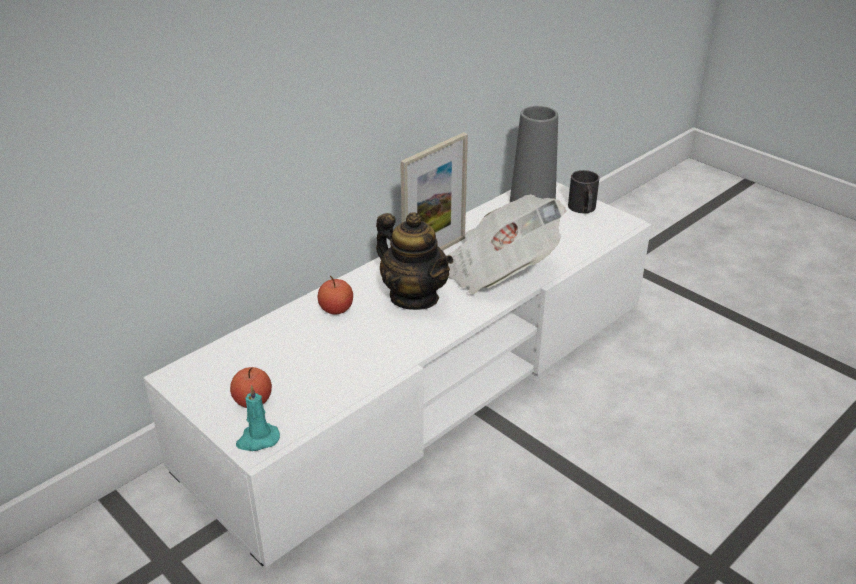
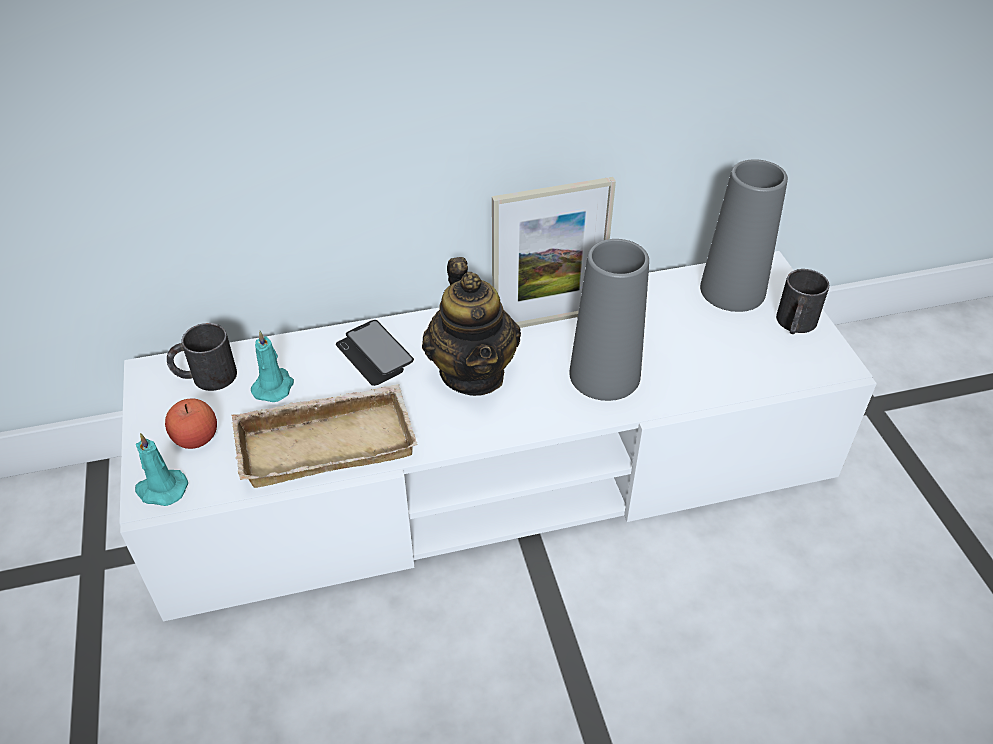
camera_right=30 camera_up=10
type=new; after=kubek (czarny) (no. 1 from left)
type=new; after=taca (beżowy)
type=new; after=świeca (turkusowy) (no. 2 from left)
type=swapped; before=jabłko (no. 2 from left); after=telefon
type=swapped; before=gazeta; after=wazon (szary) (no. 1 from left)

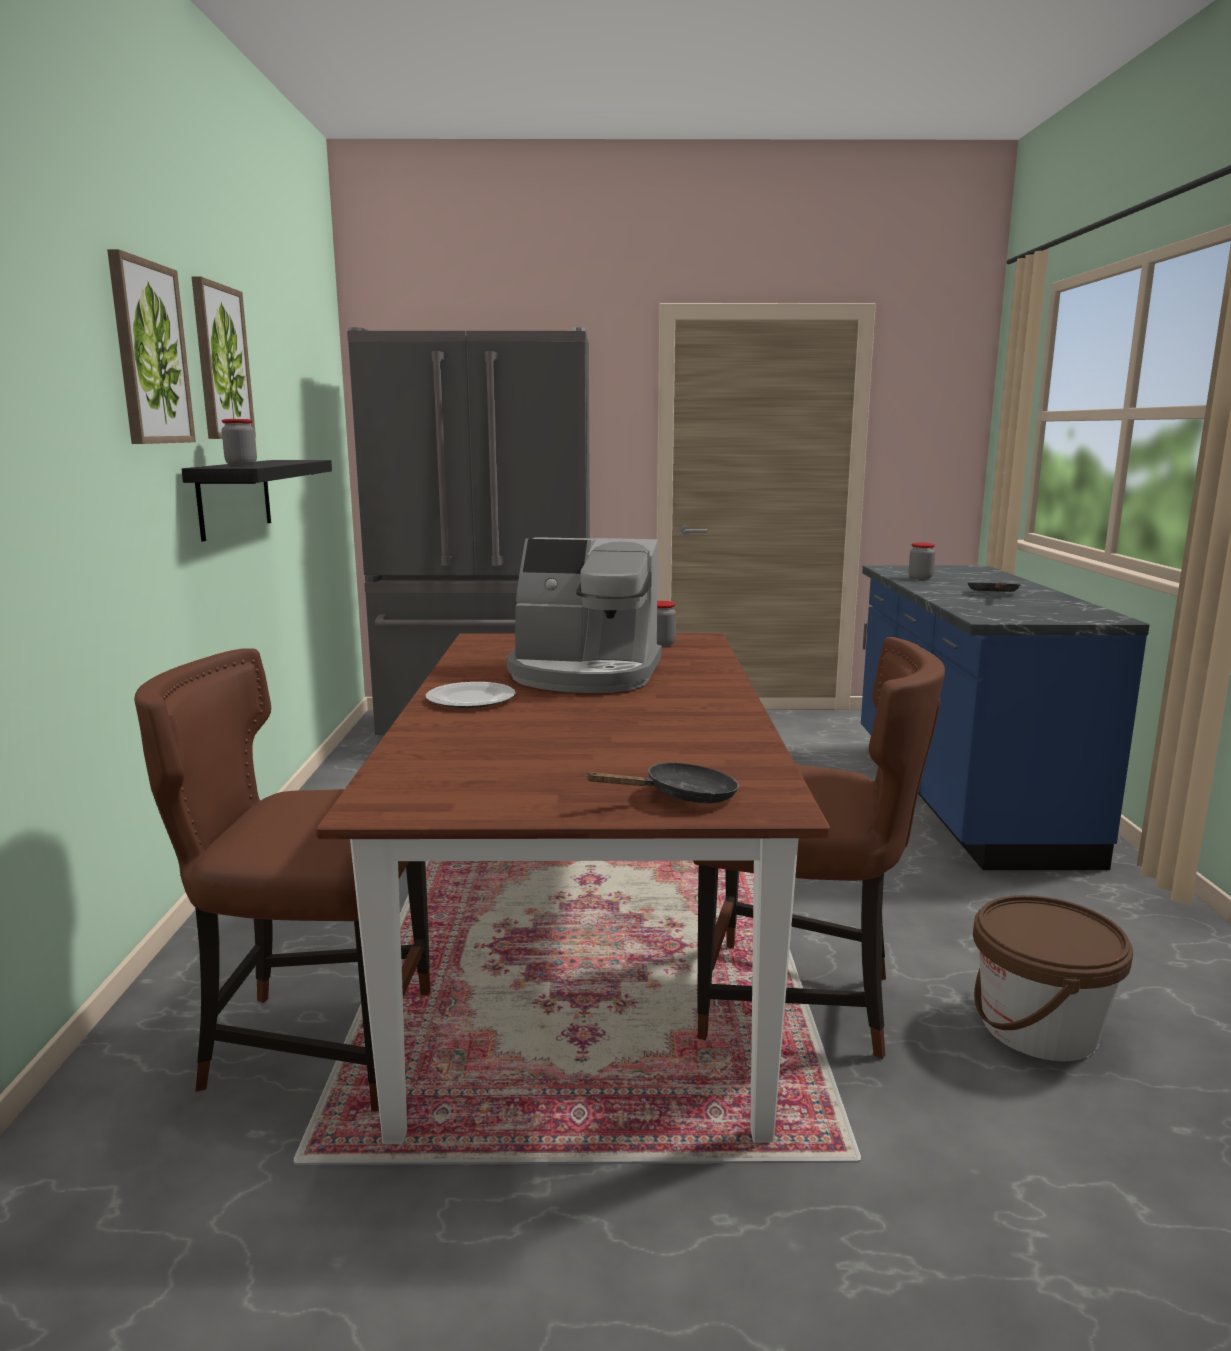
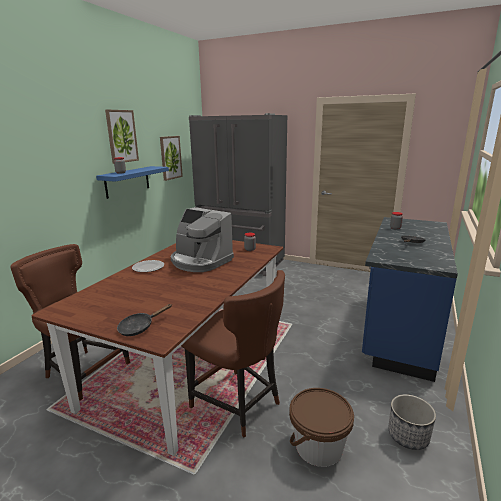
camera_right=25 camera_up=5
type=repainted; before=półka (czarny); after=półka (niebieski)
type=rotated; before=patelnia (czarny) (no. 1 from left); turn=135
type=shifted; before=obraz (no. 1 from left in the first image); after=obraz (no. 2 from left)
type=new; after=donica

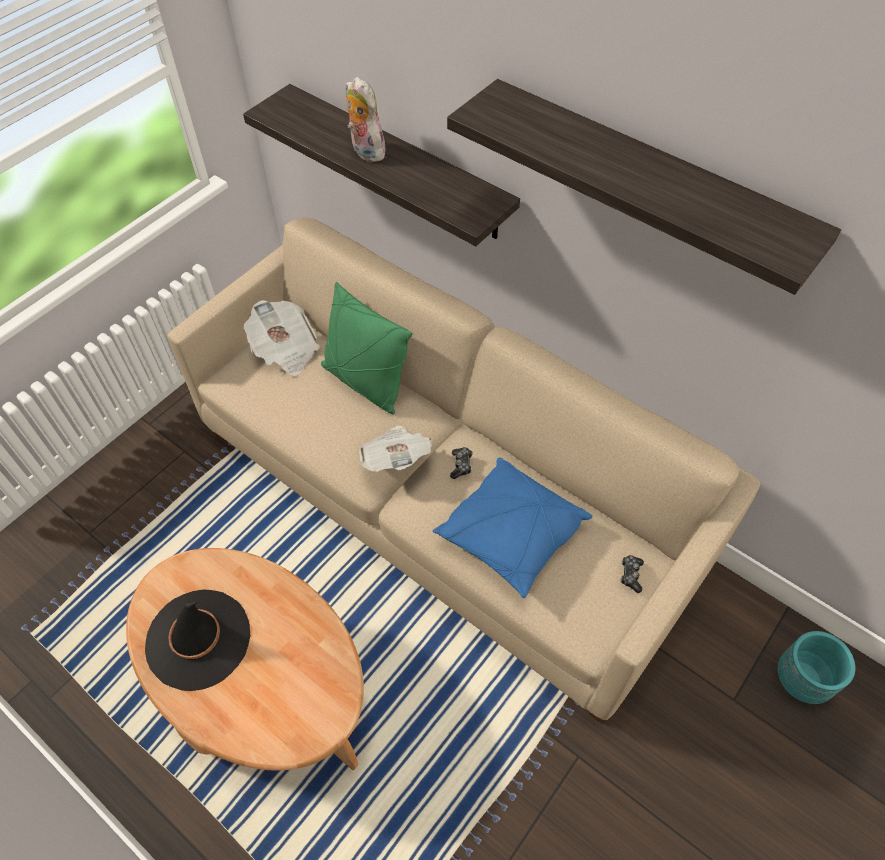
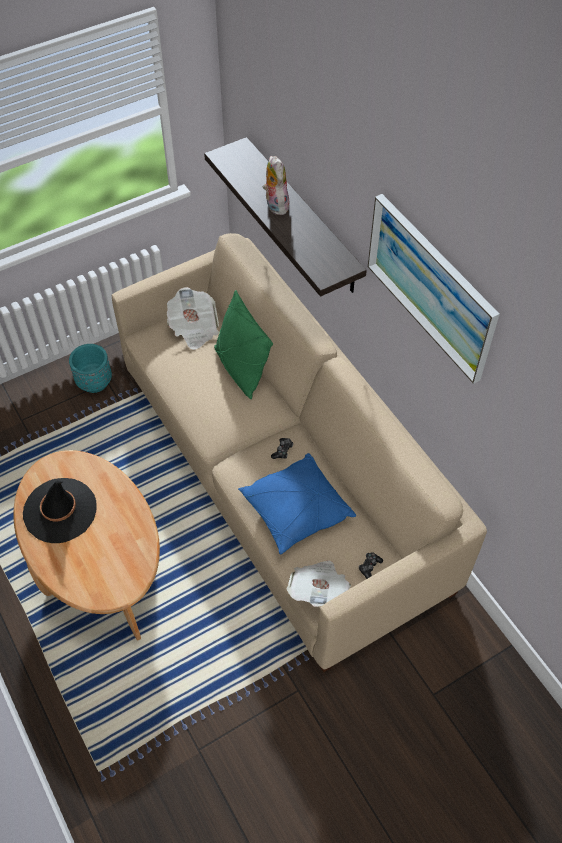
camera_right=20 camera_up=0
type=shifted; before=donica (turkusowy)
type=shifted; before=gazeta (no. 2 from left)
type=swapped; before=półka (no. 2 from left); after=obraz

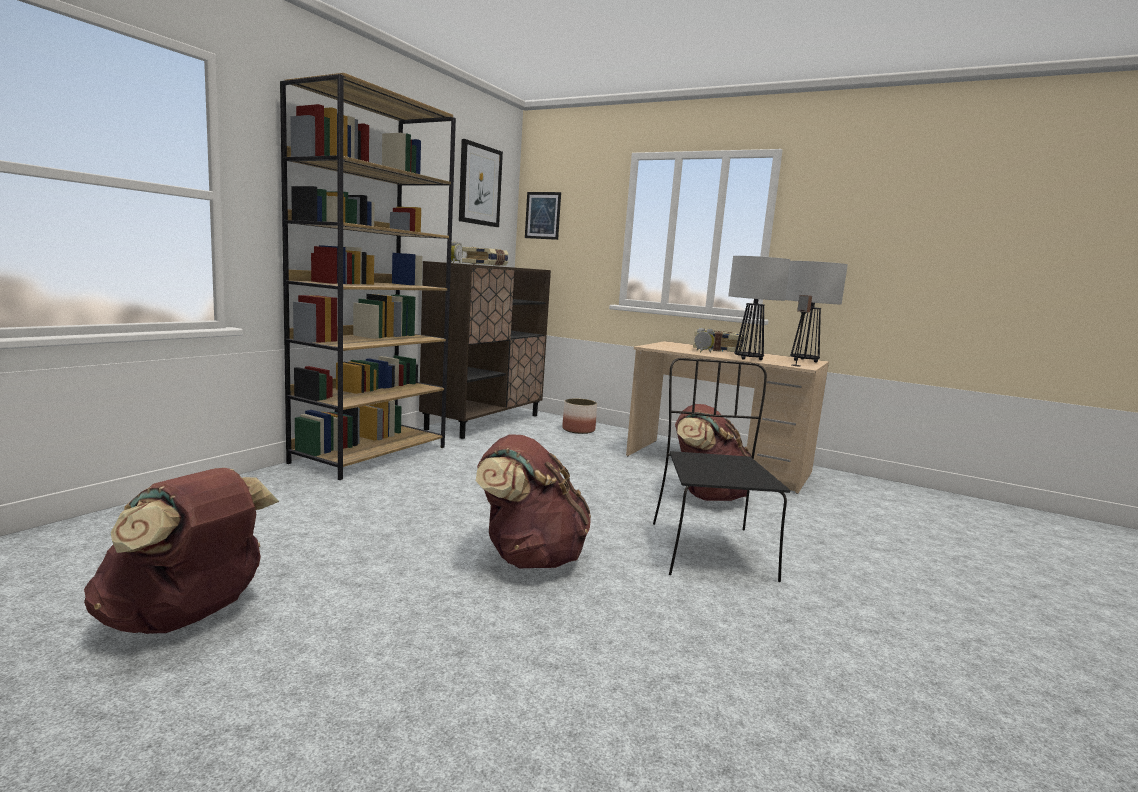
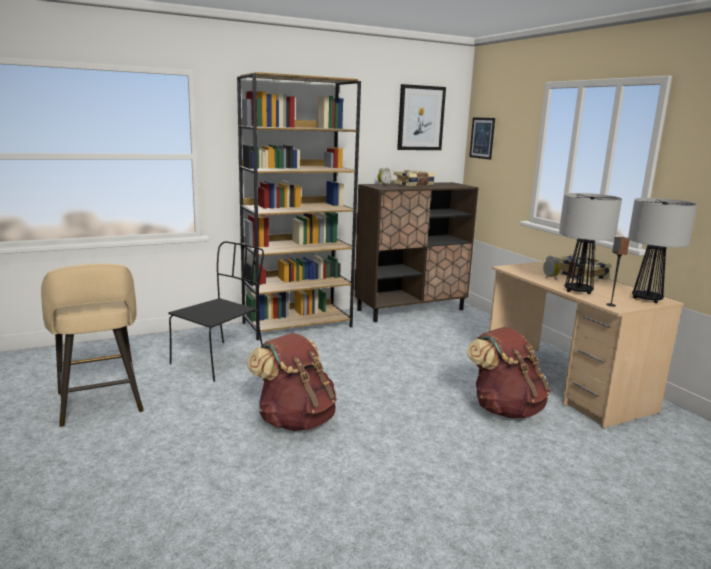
camera_right=35 camera_up=5
type=swapped; before=plecak (brązowy) (no. 1 from left); after=stołek (beżowy)
type=shifted; before=krzesło (czarny)
type=gone; before=donica

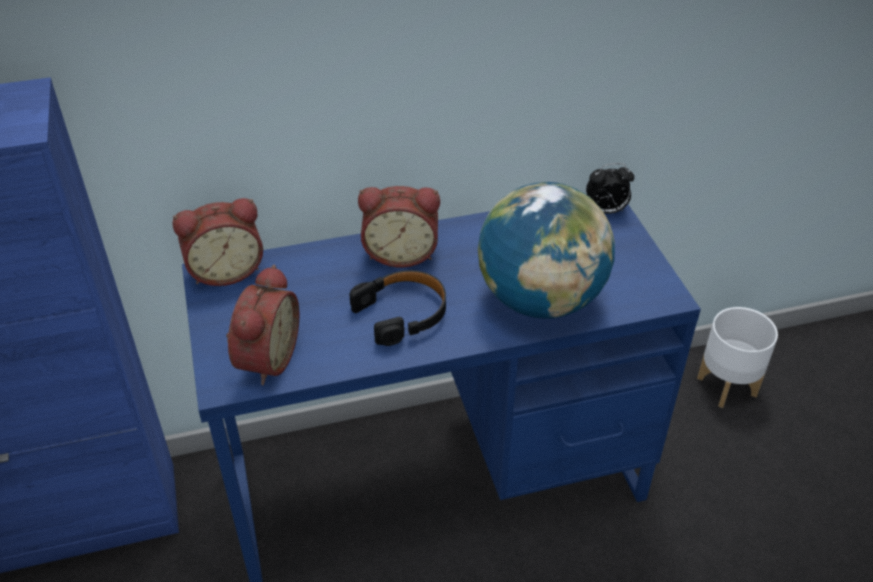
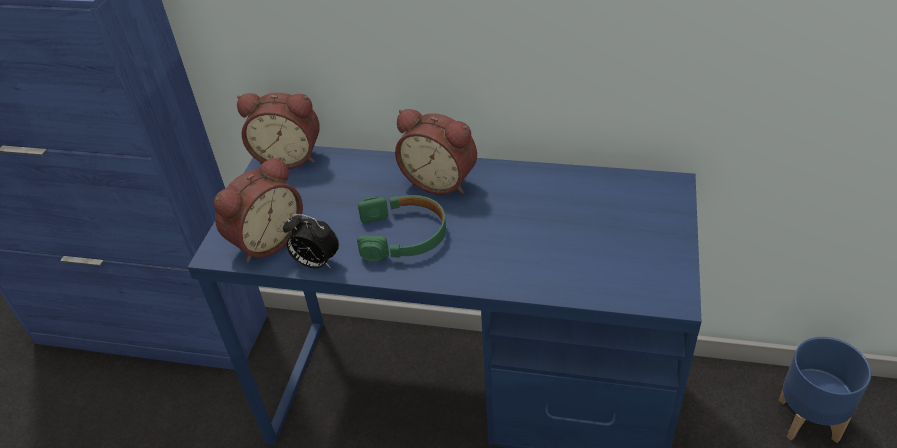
camera_right=30 camera_up=0
type=shifted; before=budzik (no. 4 from left in the first image); after=budzik (no. 3 from left)
type=repainted; before=słuchawki (czarny); after=słuchawki (zielony)
type=repainted; before=donica (biały); after=donica (niebieski)
type=gone; before=globus

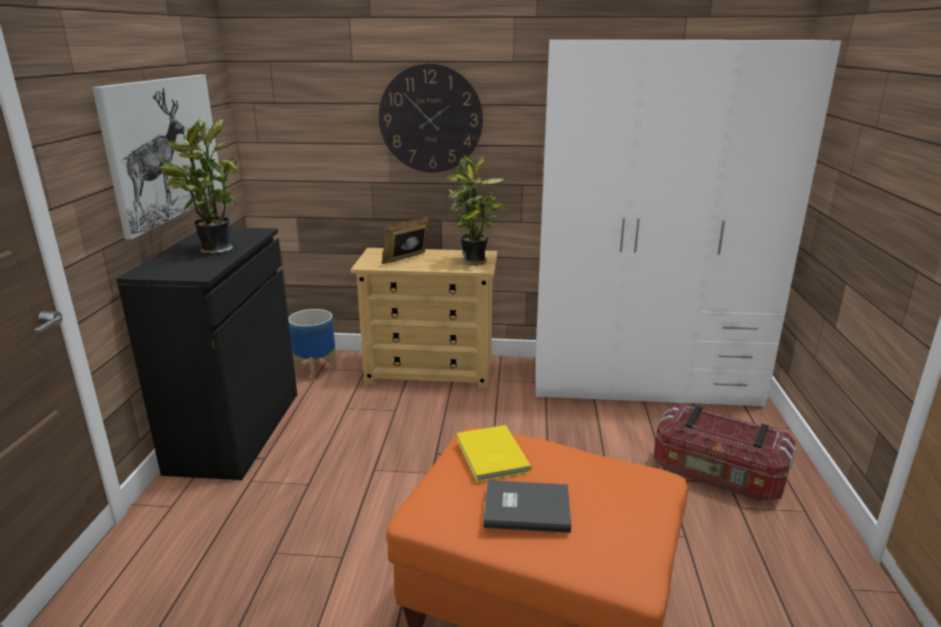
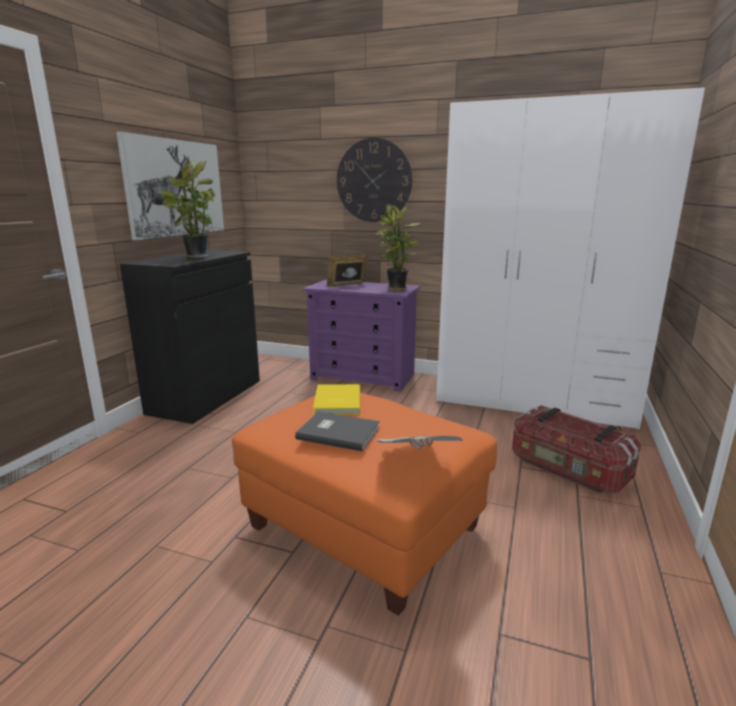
camera_right=15 camera_up=-5
type=repainted; before=komoda (beżowy); after=komoda (fioletowy)
type=new; after=gazeta
type=gone; before=donica

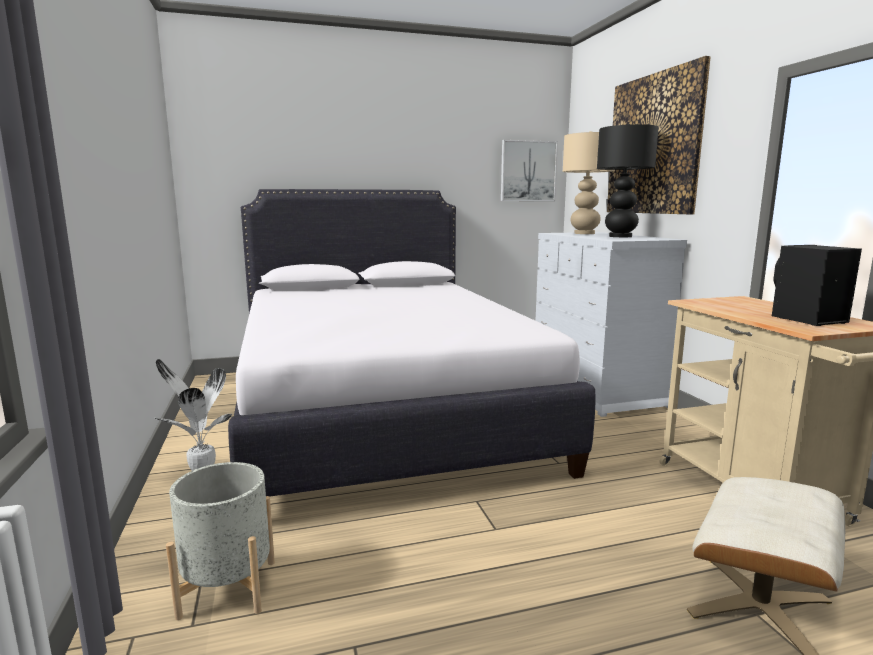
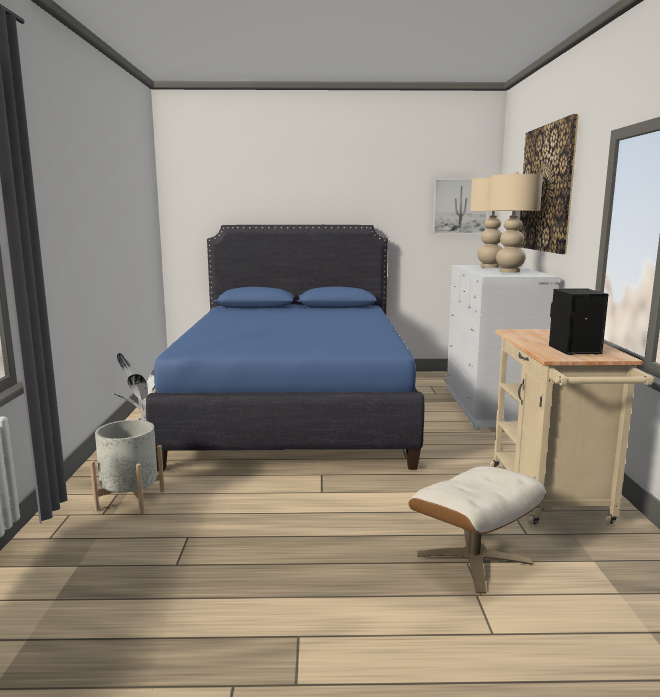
camera_right=15 camera_up=0
type=repainted; before=łóżko (biały); after=łóżko (niebieski)
type=repainted; before=lampa stołowa (czarny); after=lampa stołowa (beżowy) (no. 2 from left)

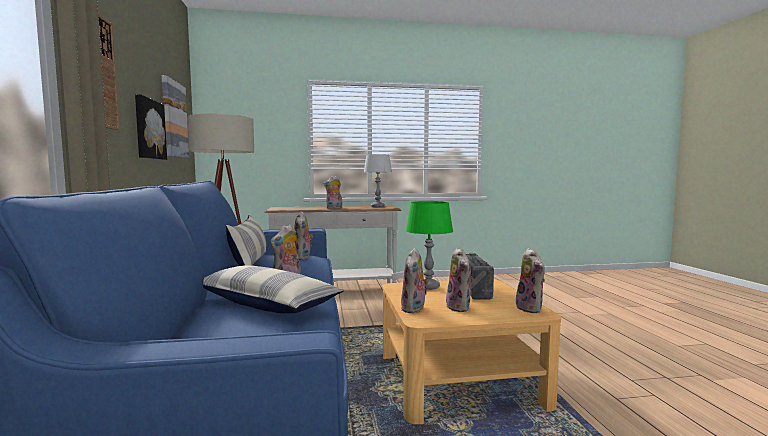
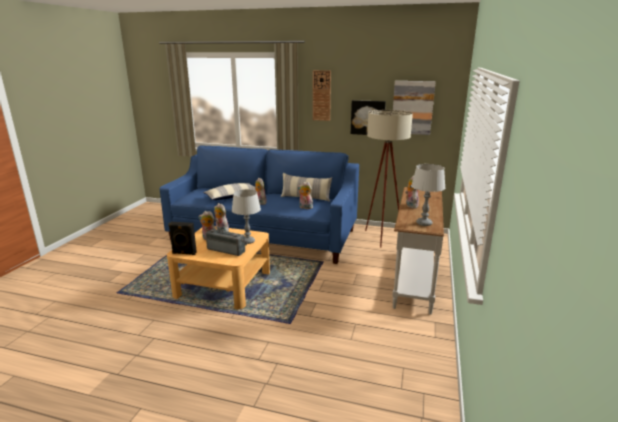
camera_right=115 camera_up=15
type=swapped; before=pluszak (no. 6 from left); after=głośnik (czarny)
type=repainted; before=lampa stołowa (zielony); after=lampa stołowa (szary) (no. 1 from left)

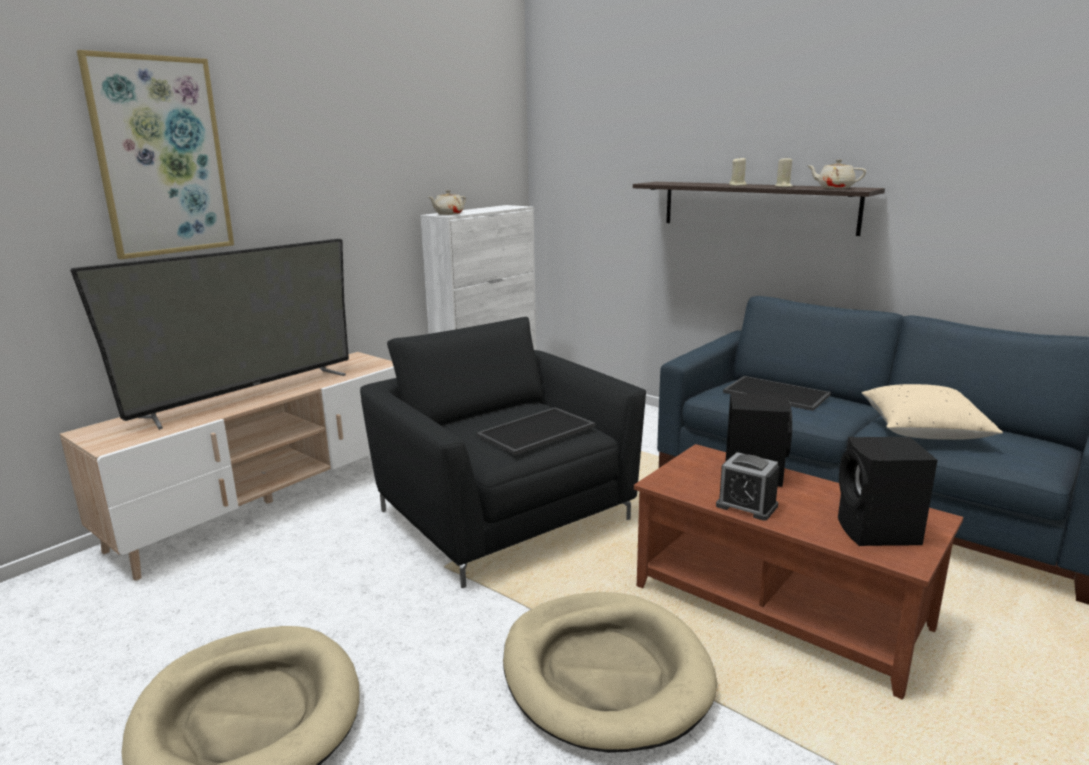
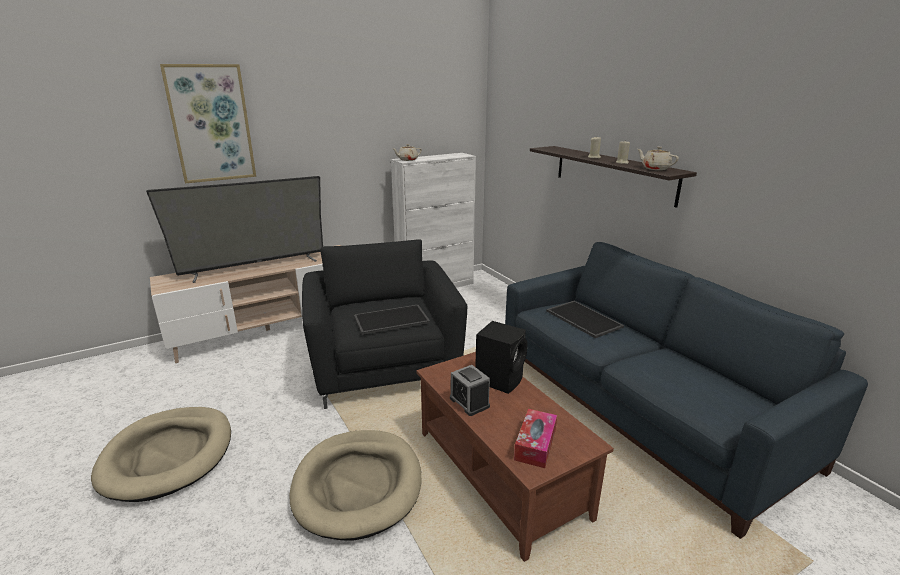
camera_right=20 camera_up=5
type=swapped; before=głośnik (czarny) (no. 2 from left); after=pudełko chusteczek
type=gone; before=poduszka (beżowy)

